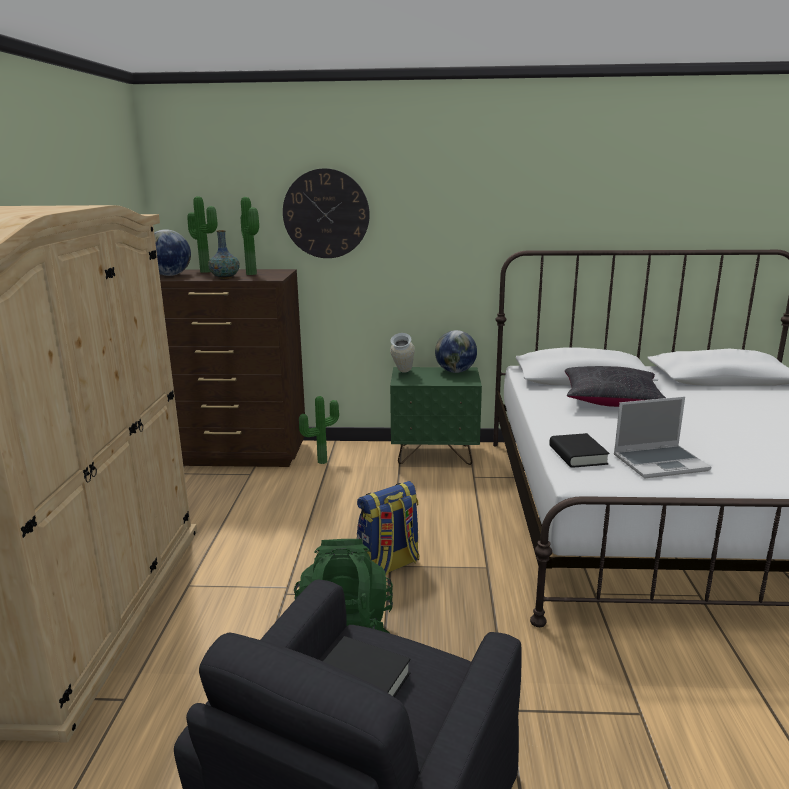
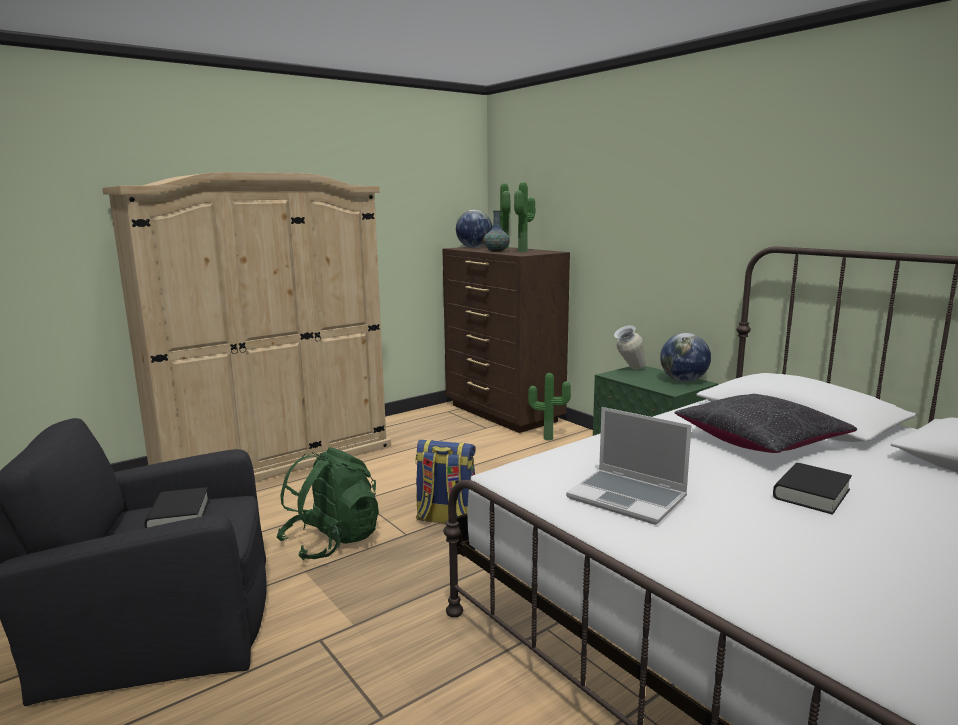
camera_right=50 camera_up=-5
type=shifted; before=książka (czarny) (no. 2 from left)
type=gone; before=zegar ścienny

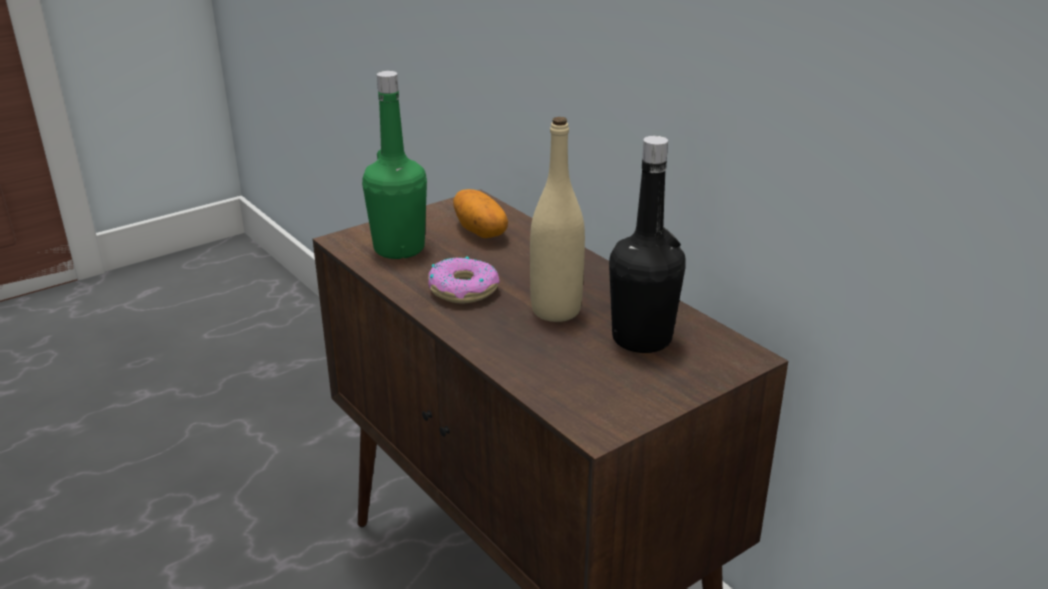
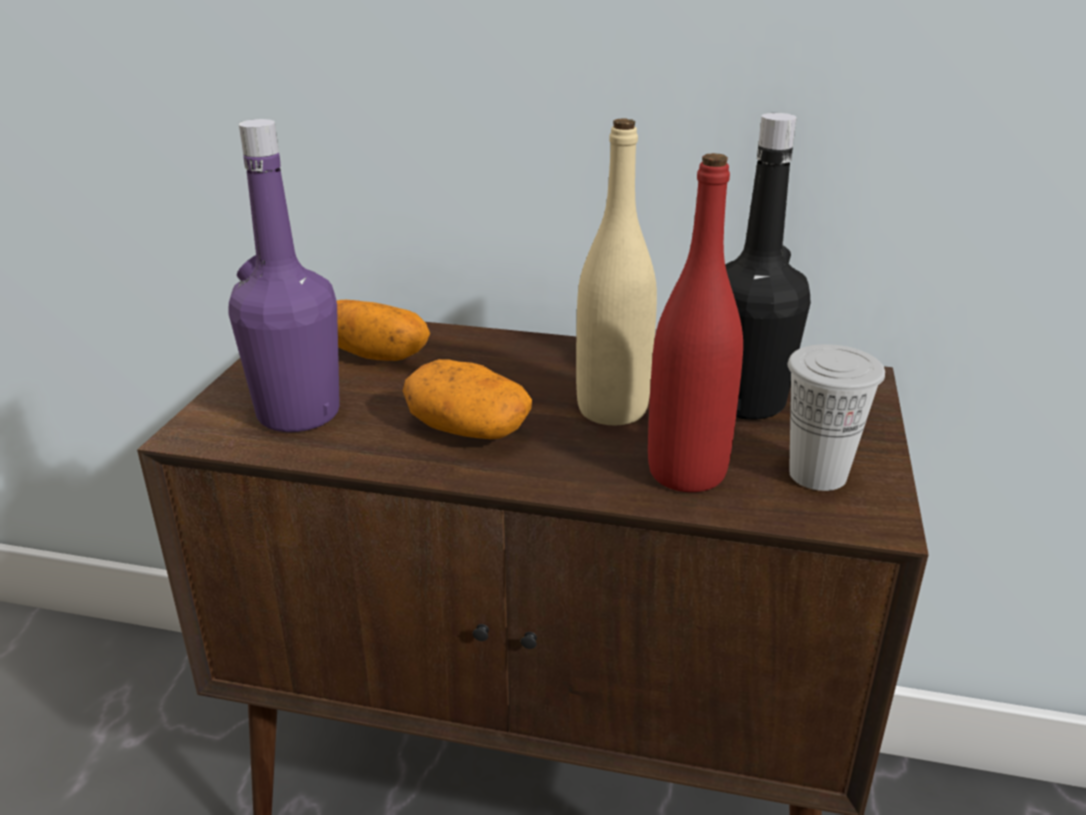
camera_right=-40 camera_up=0
type=repainted; before=butelka (zielony); after=butelka (fioletowy)
type=swapped; before=donut; after=ziemniak (no. 2 from left)
type=new; after=butelka (czerwony)
type=new; after=filiżanka (biały)

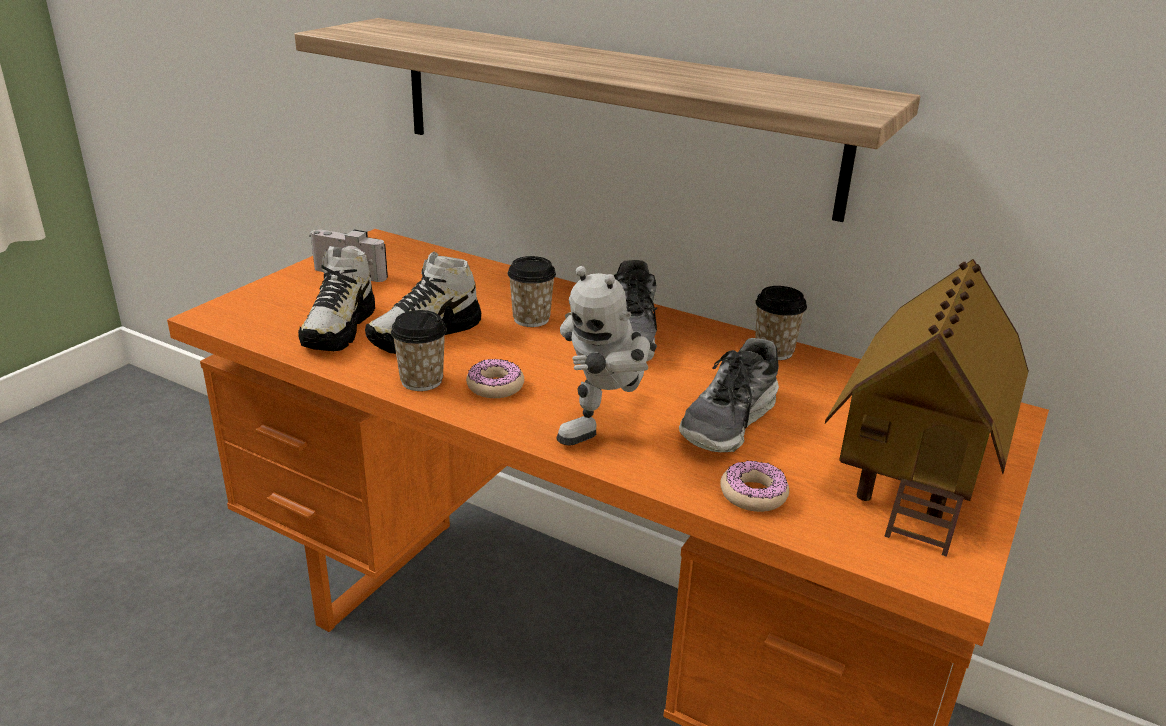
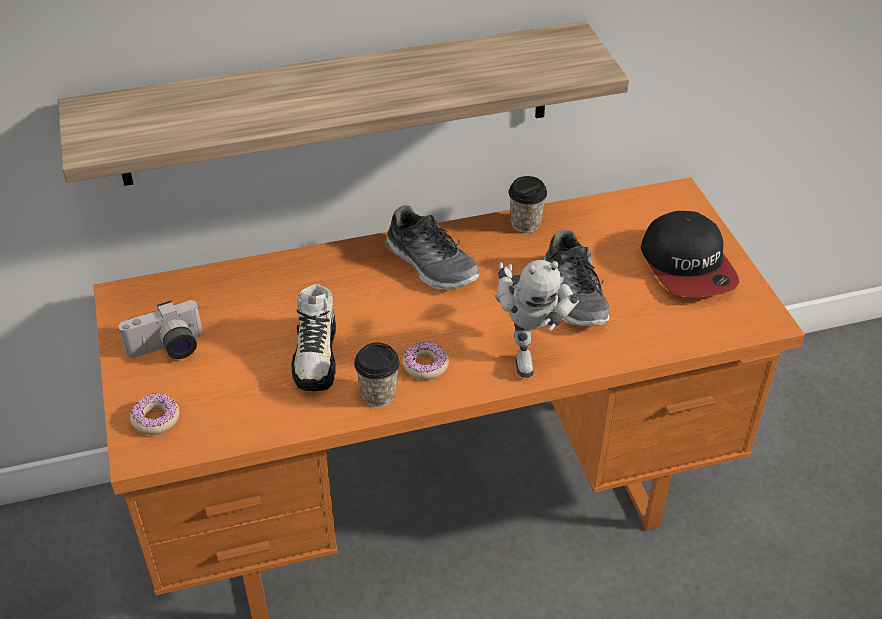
camera_right=-45 camera_up=15
type=shifted; before=donut (no. 2 from left in the first image); after=donut (no. 1 from left)
type=swapped; before=domek; after=czapka z daszkiem
type=gone; before=but (no. 1 from left)
type=gone; before=filiżanka (no. 2 from left)

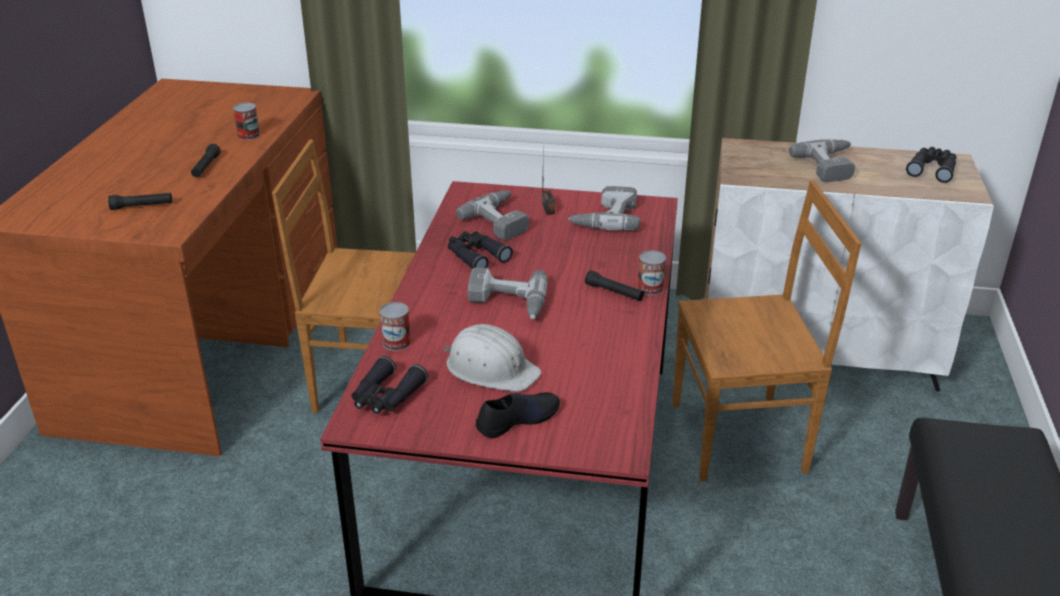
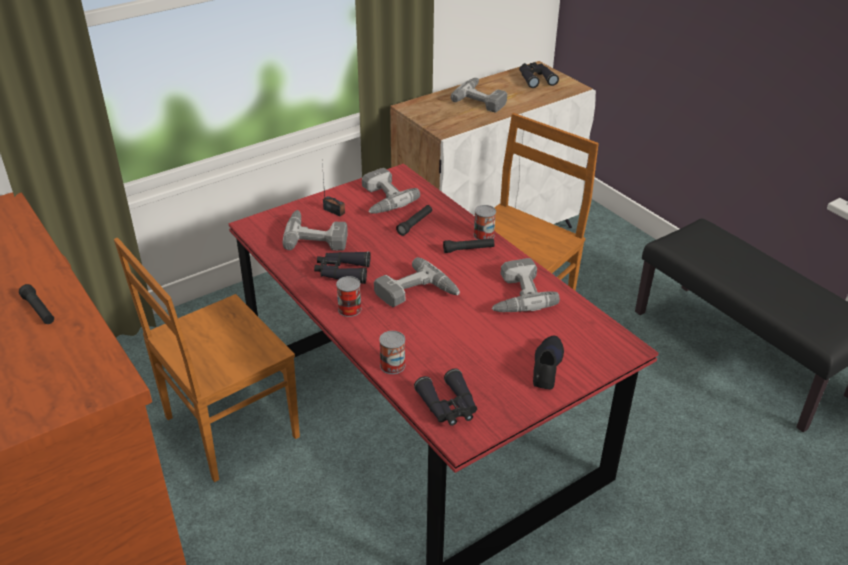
camera_right=-45 camera_up=5
type=shifted; before=puszka (no. 1 from left)
type=shifted; before=latarka (czarny) (no. 1 from left in the first image); after=latarka (czarny) (no. 2 from left)
type=new; after=wiertarka (no. 5 from left)
type=gone; before=kask (biały)

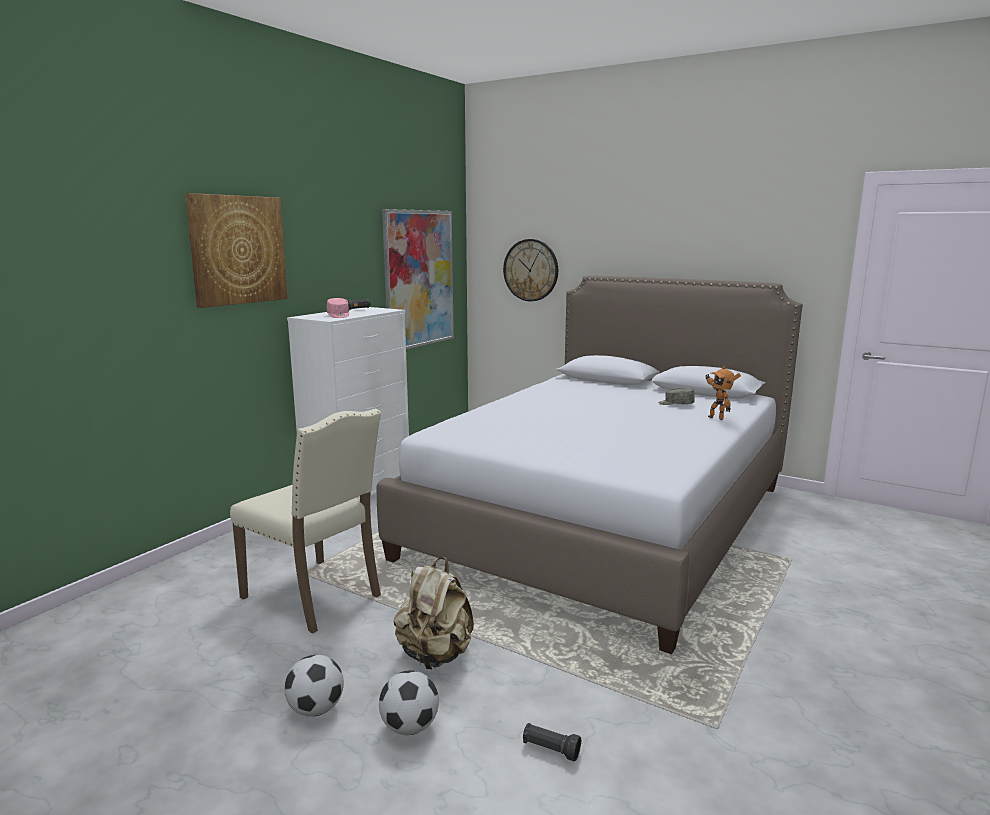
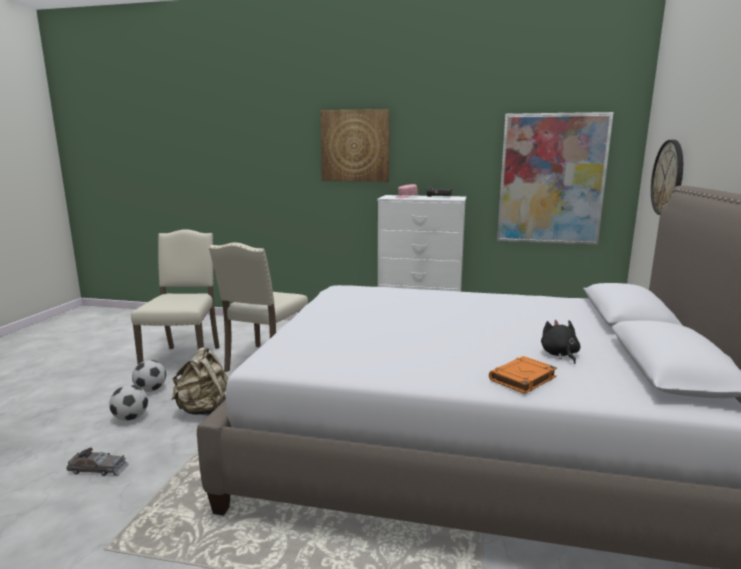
camera_right=70 camera_up=0
type=swapped; before=latarka (czarny) (no. 2 from left); after=samochodzik (szary)
type=new; after=krzesło (beżowy) (no. 1 from left)
type=swapped; before=robot zabawkowy; after=książka (pomarańczowy)
type=swapped; before=czapka z daszkiem (szary); after=pluszak (czarny)

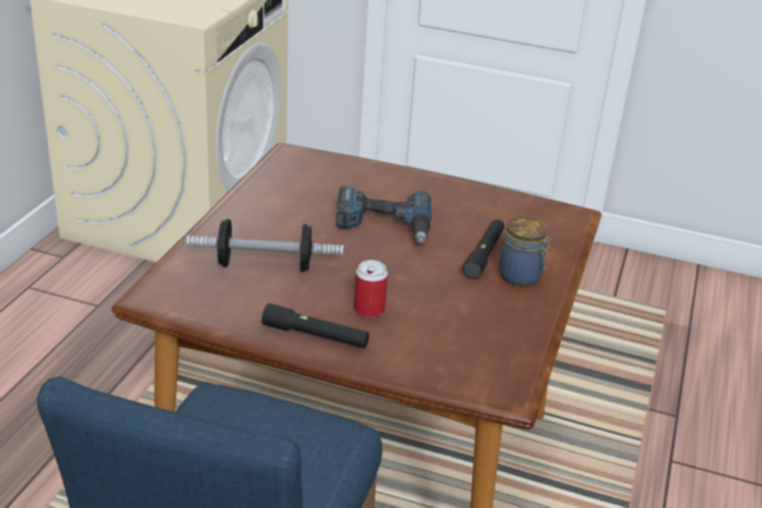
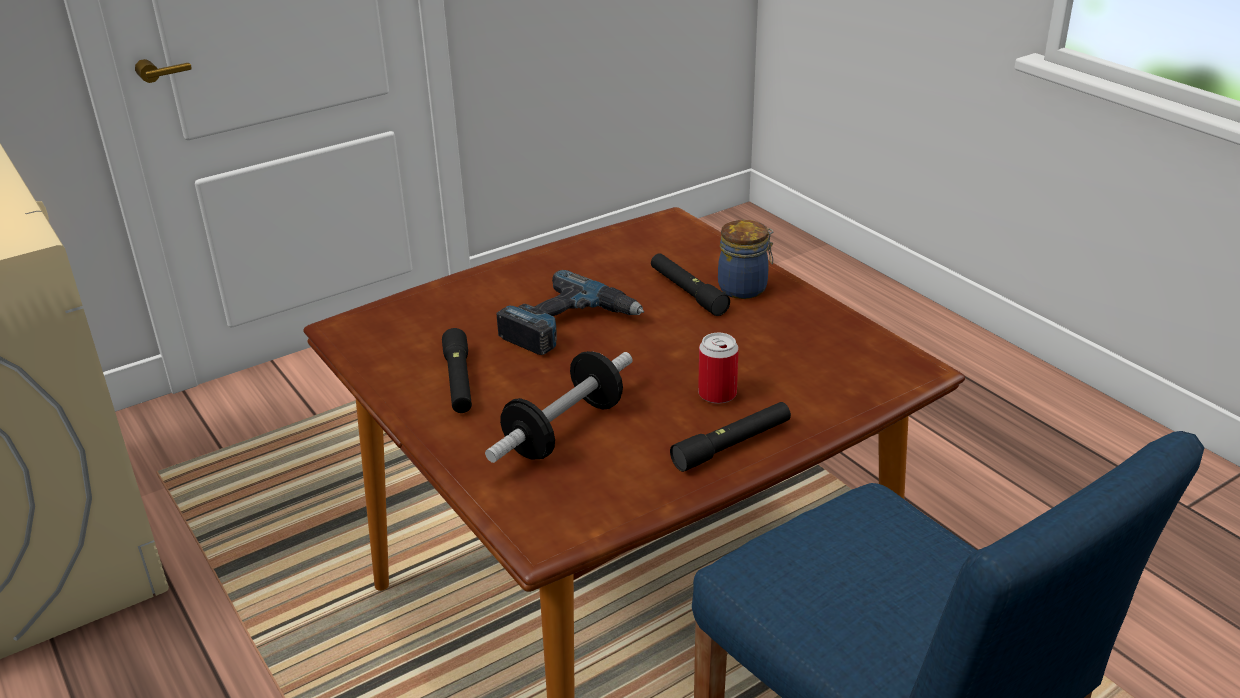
camera_right=-50 camera_up=0
type=new; after=latarka (czarny) (no. 1 from left)

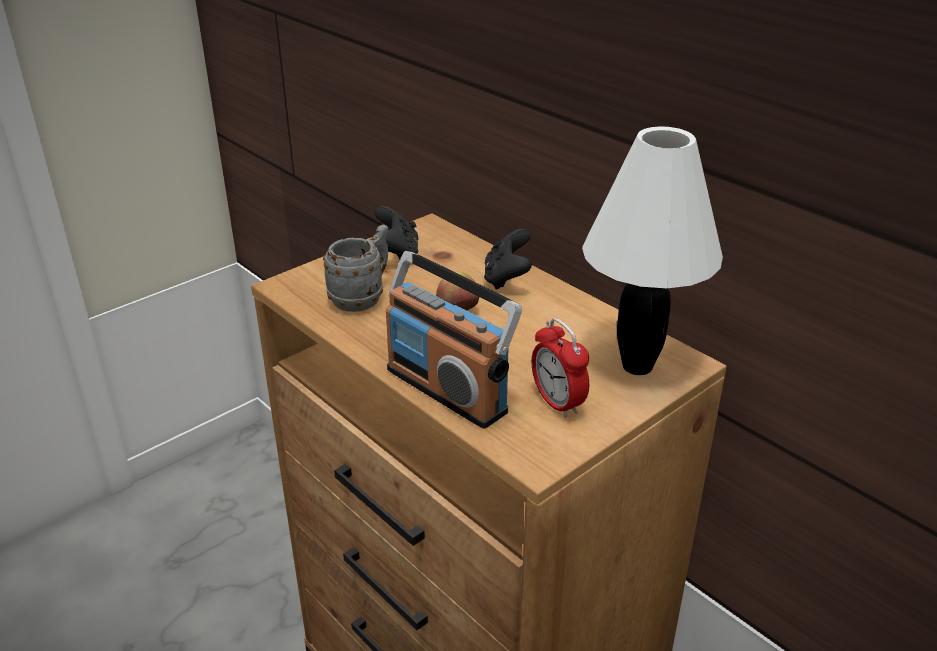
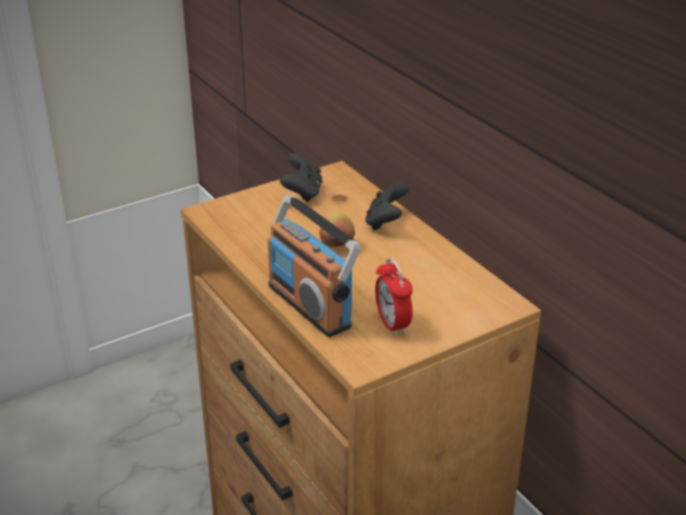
camera_right=10 camera_up=0
type=gone; before=kubek (szary)
type=gone; before=lampa stołowa (biały)

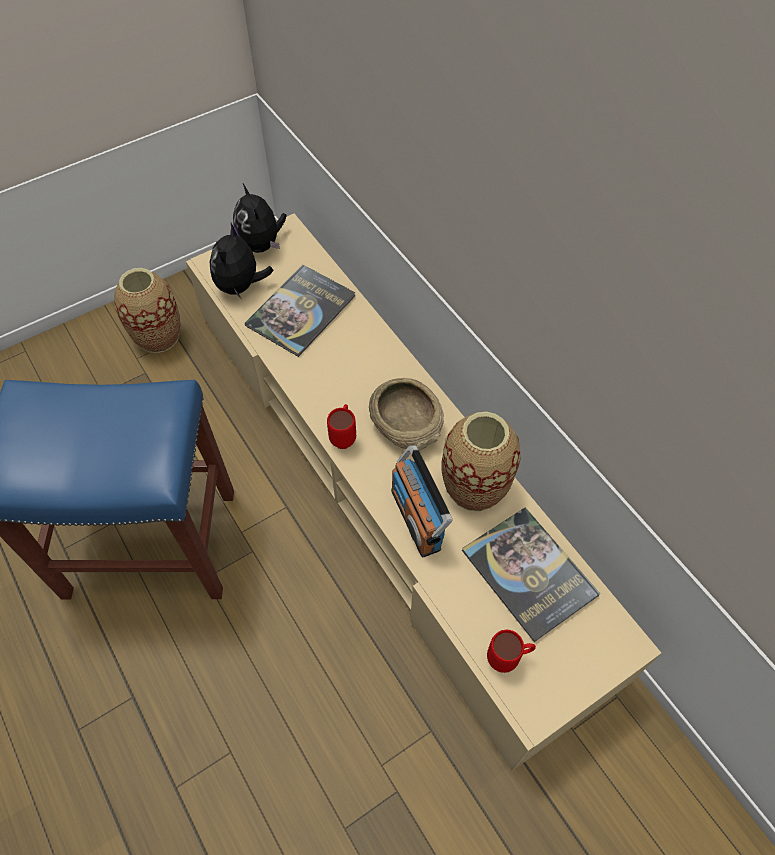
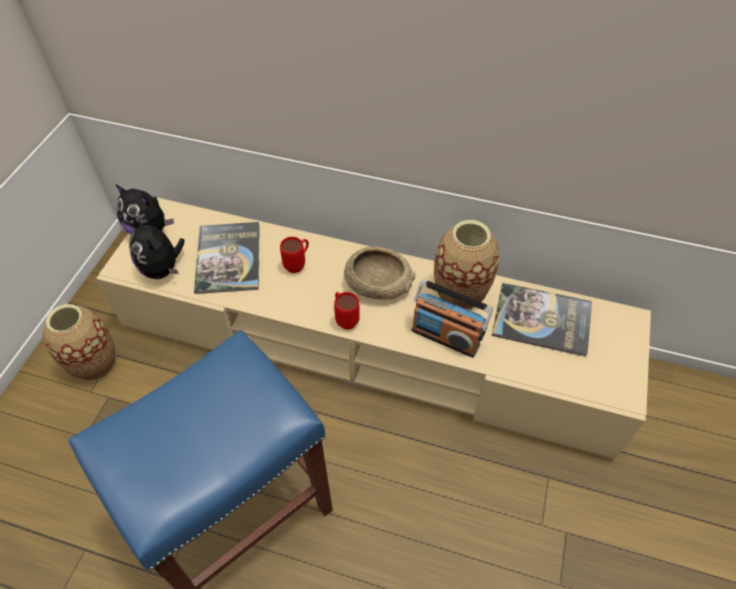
camera_right=-40 camera_up=-5
type=shifted; before=kubek (czerwony) (no. 2 from left in the first image); after=kubek (czerwony) (no. 1 from left)

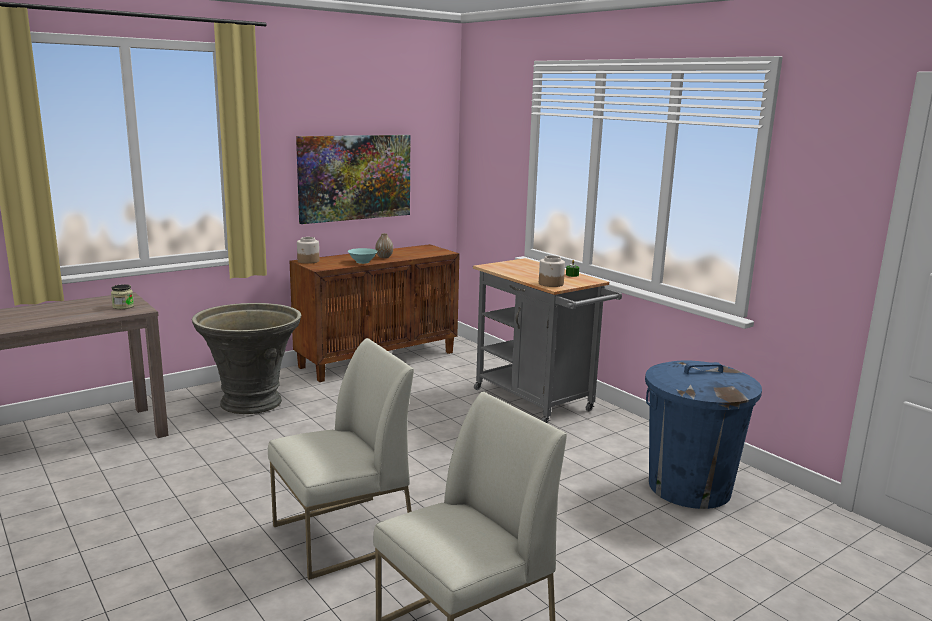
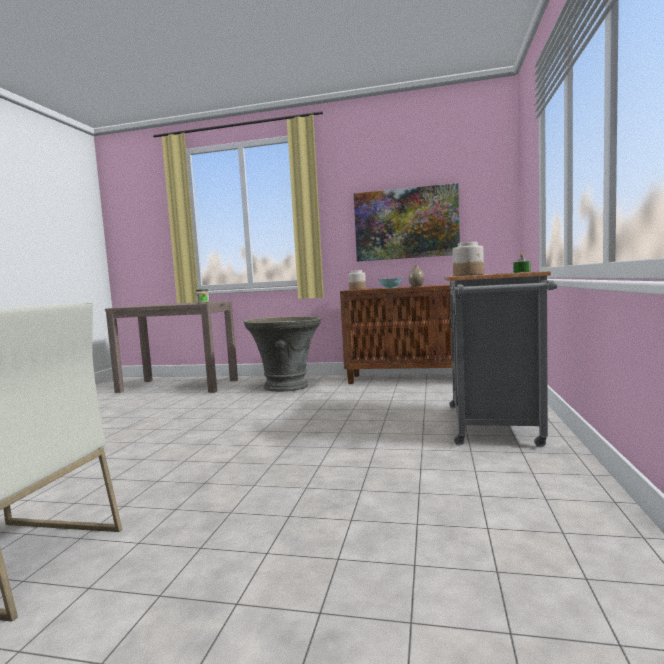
camera_right=50 camera_up=-10
type=gone; before=krzesło (biały) (no. 1 from left)
type=gone; before=kosz na śmieci (niebieski)

